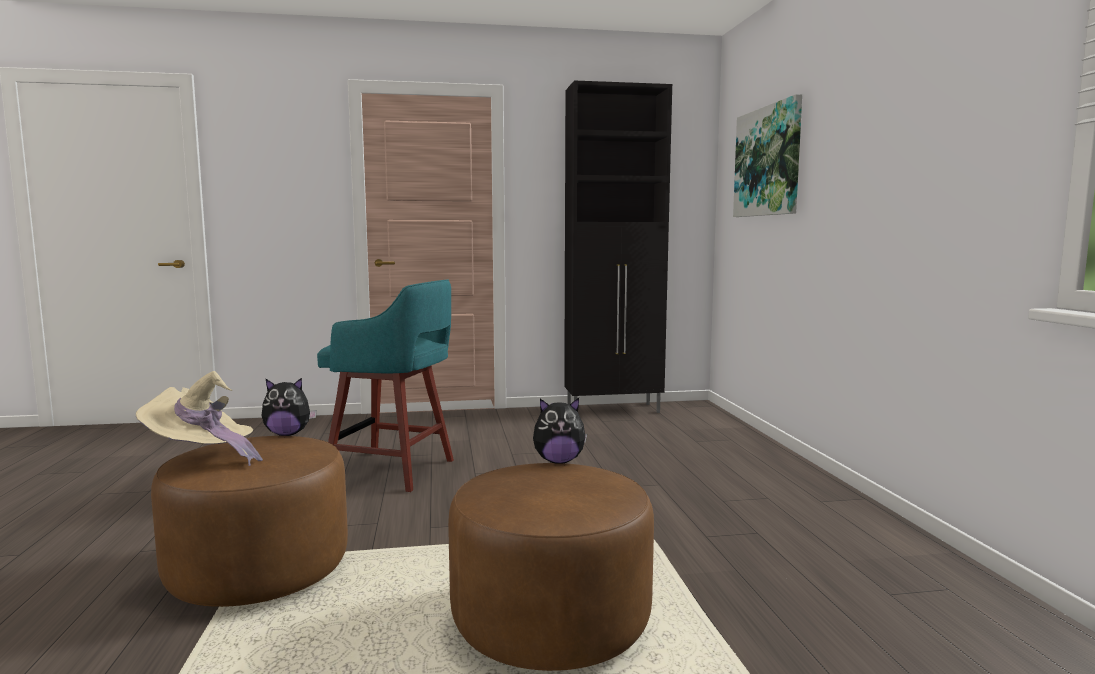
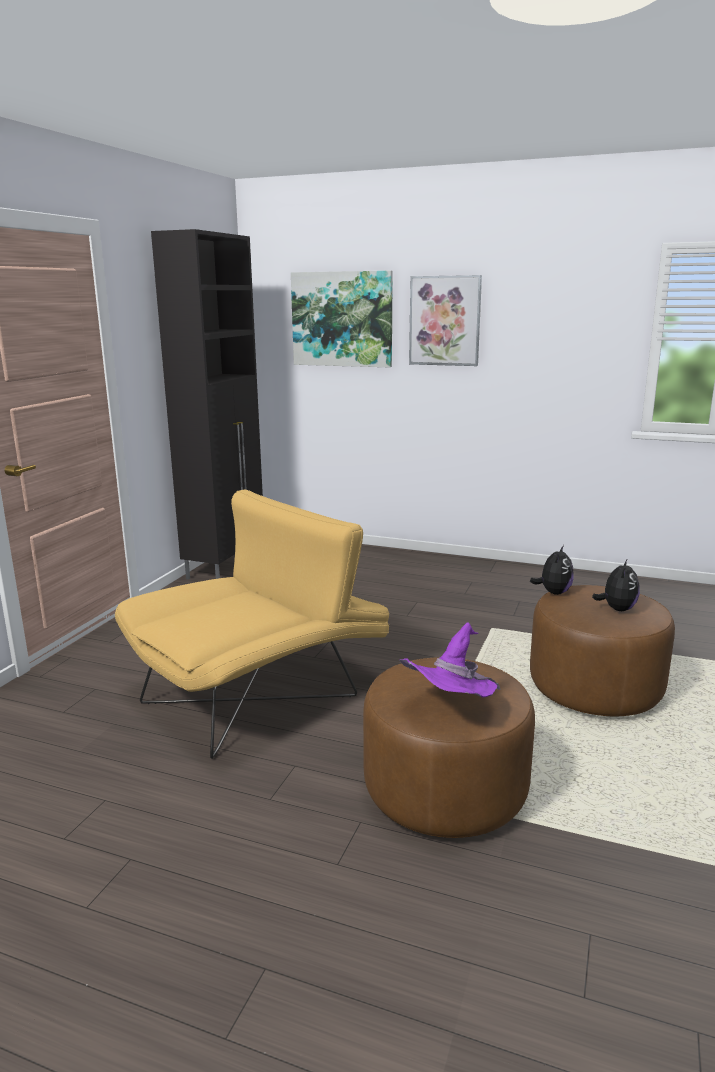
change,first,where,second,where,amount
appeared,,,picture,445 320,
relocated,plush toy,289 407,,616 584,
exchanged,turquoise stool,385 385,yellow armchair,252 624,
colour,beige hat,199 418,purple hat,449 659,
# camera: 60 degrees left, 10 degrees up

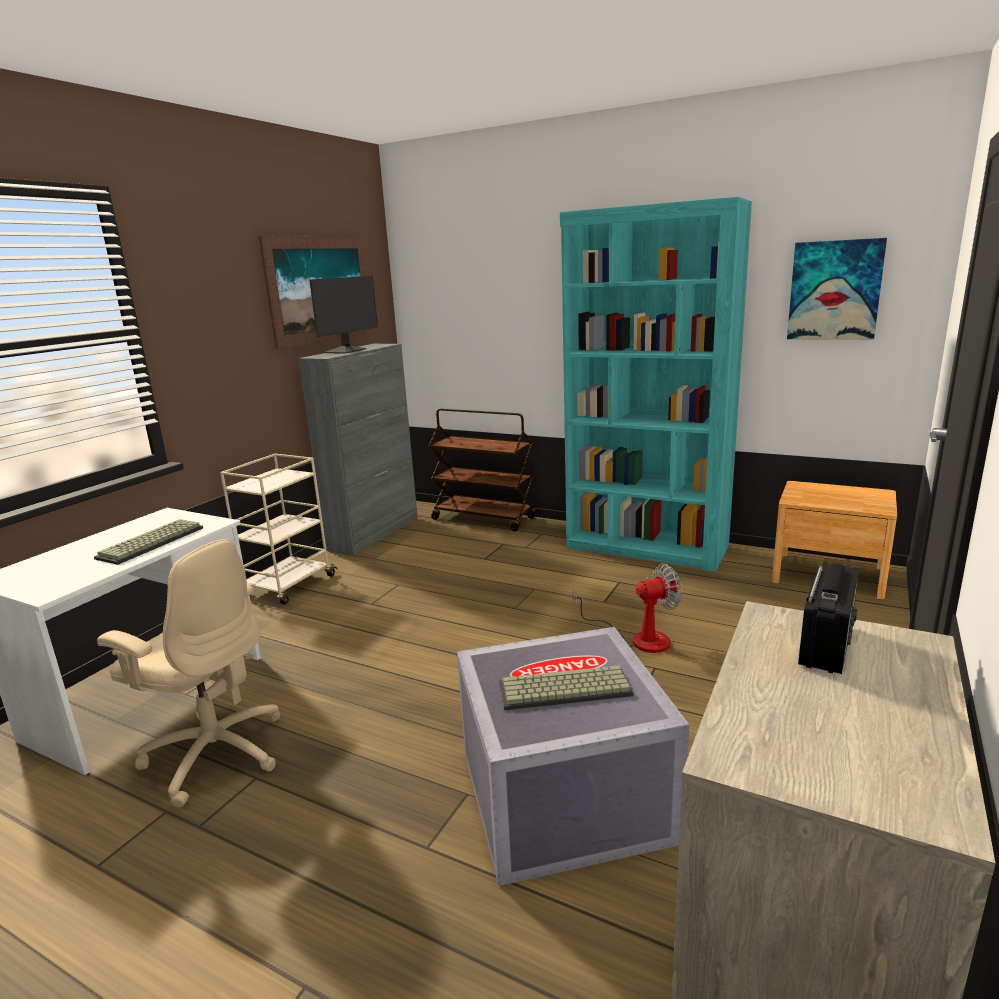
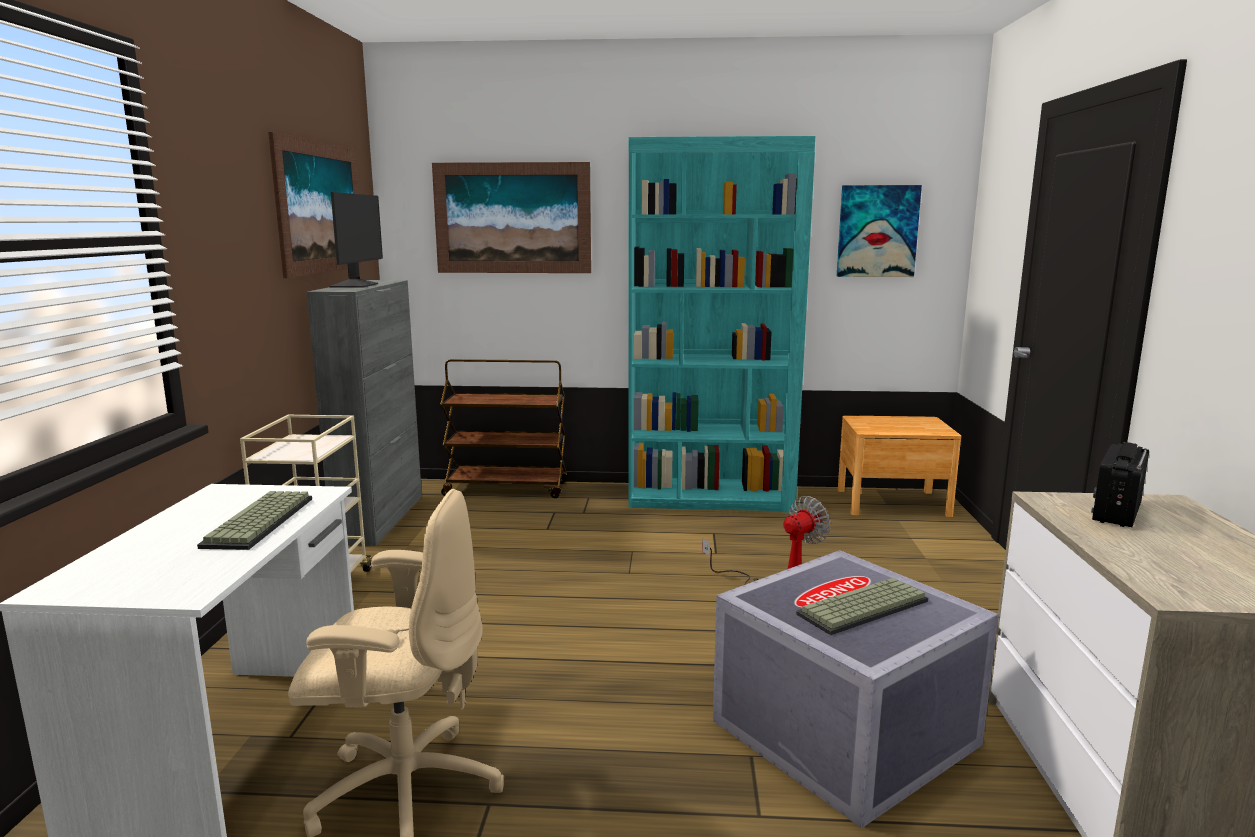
change,first,where,second,where,amount
appeared,,,picture,511 217,
spun,radio,828 618,,1120 484,150 degrees counterclockwise
# camera: 25 degrees left, 5 degrees down

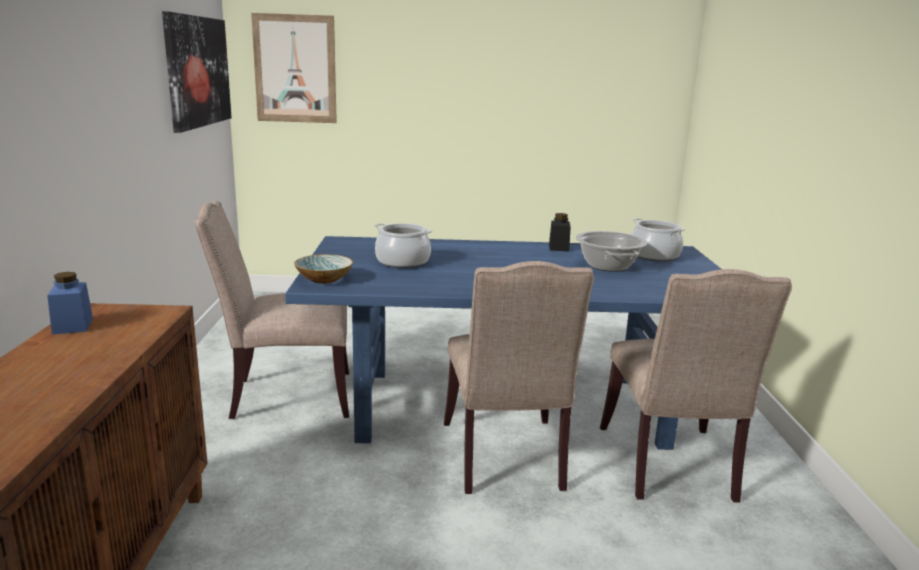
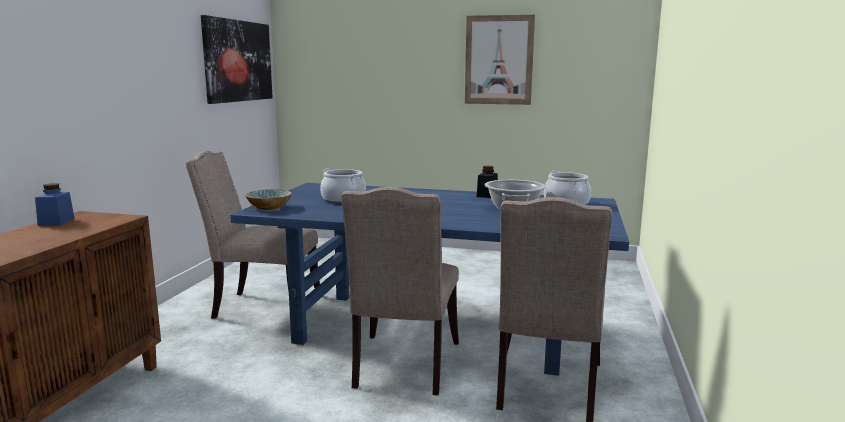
change,first,where,second,where,amount
relocated,picture,294 68,,500 60,
# camera: 15 degrees right, 5 degrees down

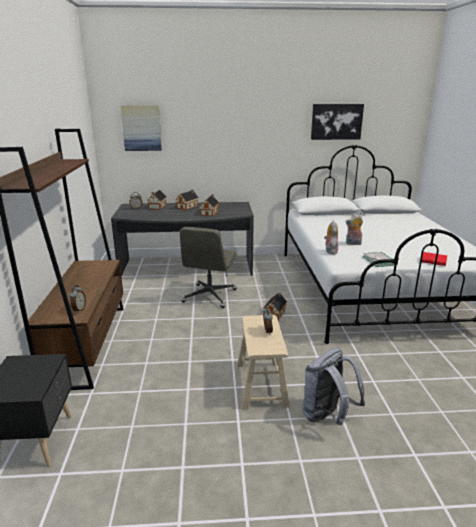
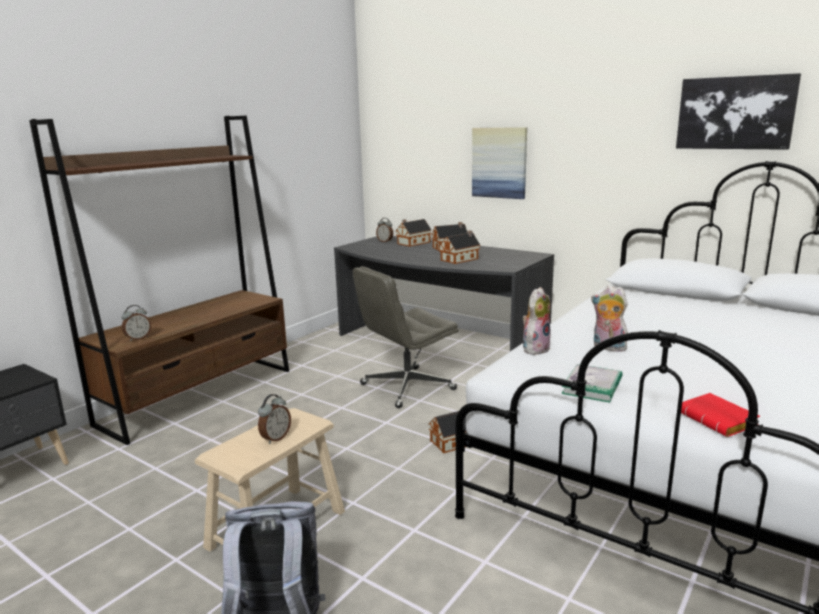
change,first,where,second,where,amount
relocated,picture,141 128,,499 163,
# camera: 40 degrees right, 5 degrees down

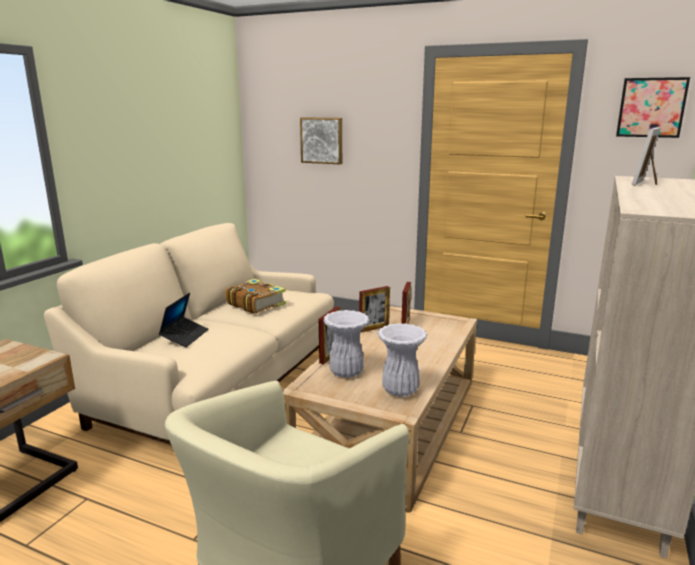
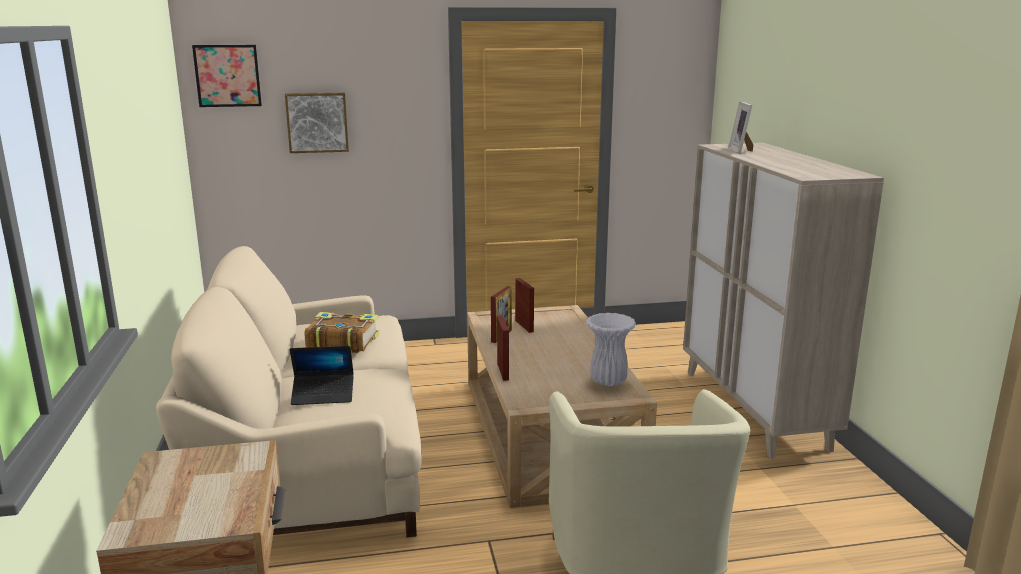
change,first,where,second,where,amount
missing,white vase,346 344,,,
relocated,picture,653 107,,227 76,
spun,laptop,183 320,,322 375,105 degrees clockwise
# camera: 35 degrees left, 0 degrees up

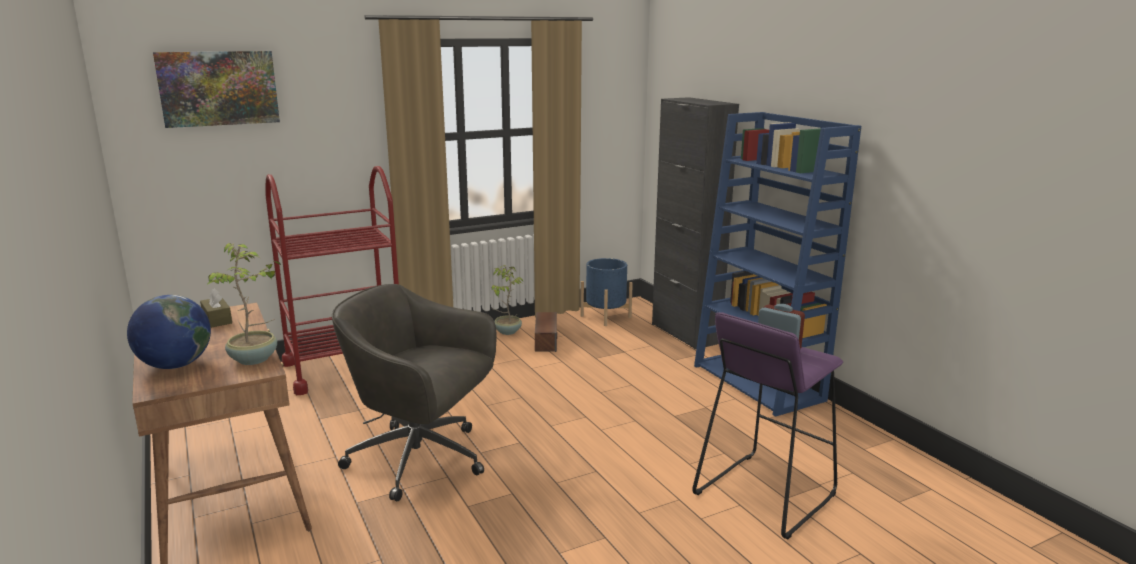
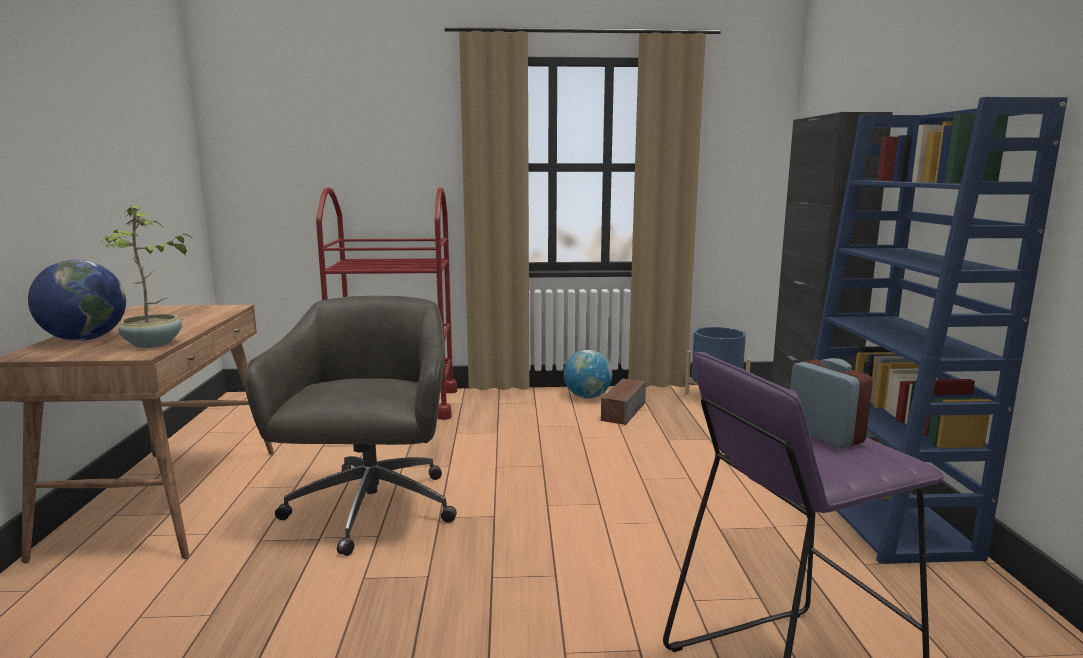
change,first,where,second,where,amount
missing,picture,216 89,,,
missing,brown tissue box,216 308,,,
exchanged,potted plant,508 300,globe,588 374,
spun,grey office chair,414 392,,350 426,45 degrees clockwise
# camera: 25 degrees right, 5 degrees down

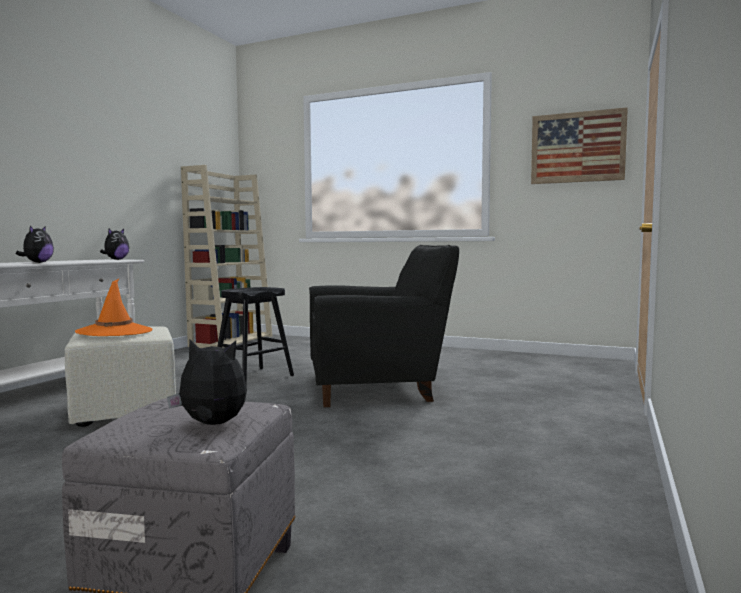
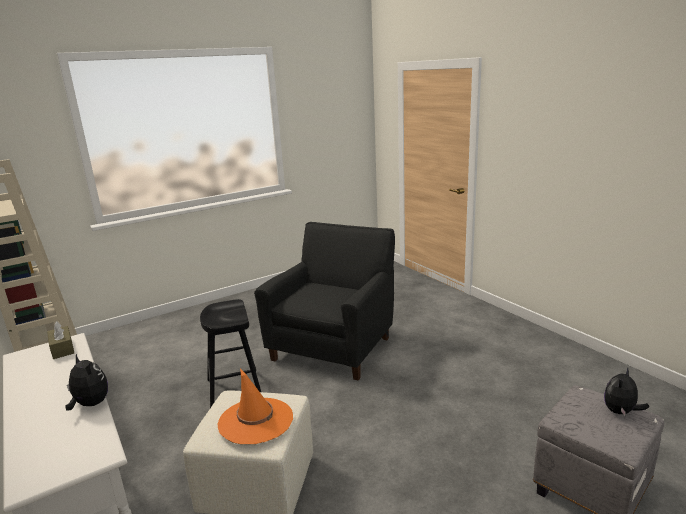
change,first,where,second,where,amount
missing,picture,579 145,,,
exchanged,plush toy,114 244,brown tissue box,60 340,
# camera: 55 degrees left, 15 degrees up

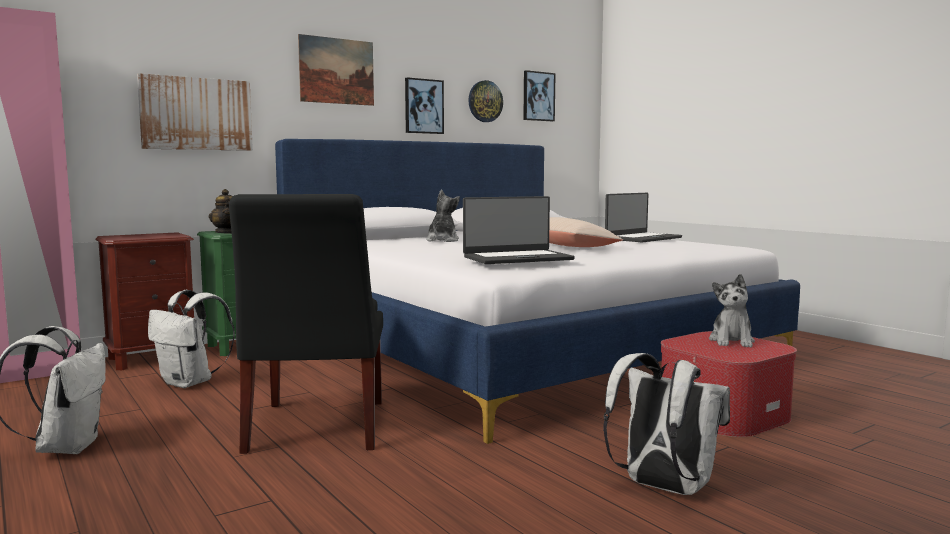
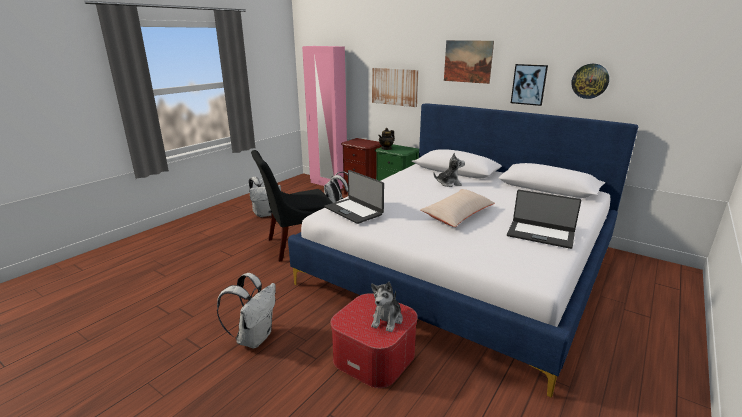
change,first,where,second,where,amount
missing,picture,539 95,,,
spun,plush toy,732 310,,387 307,60 degrees counterclockwise
# camera: 70 degrees right, 15 degrees up

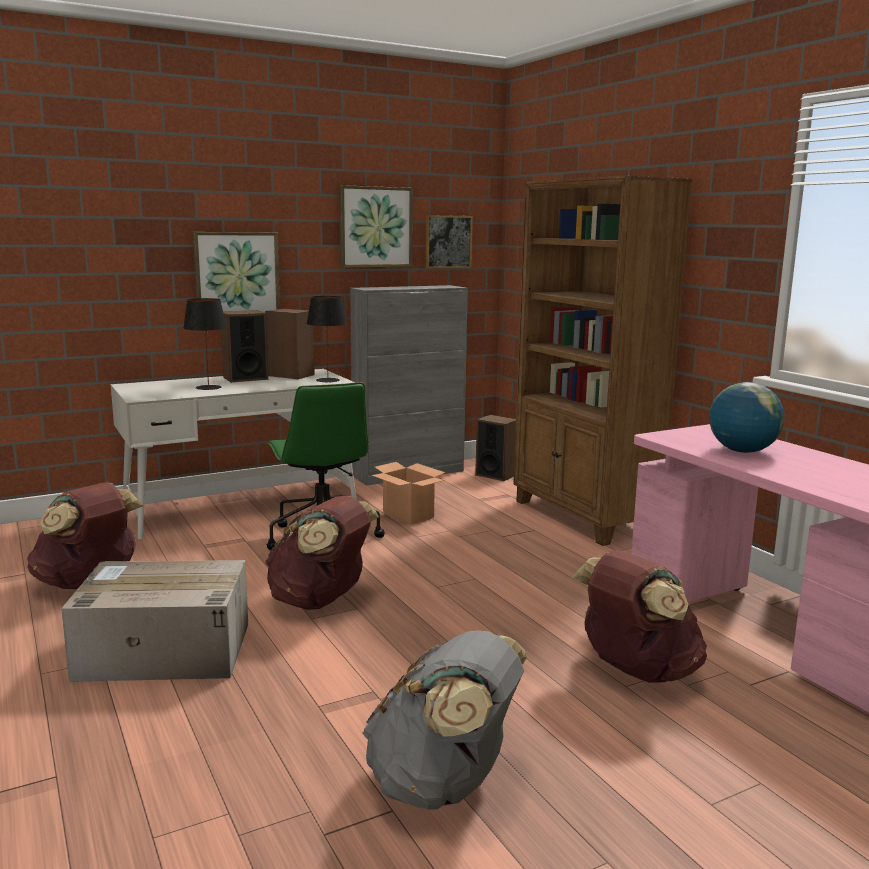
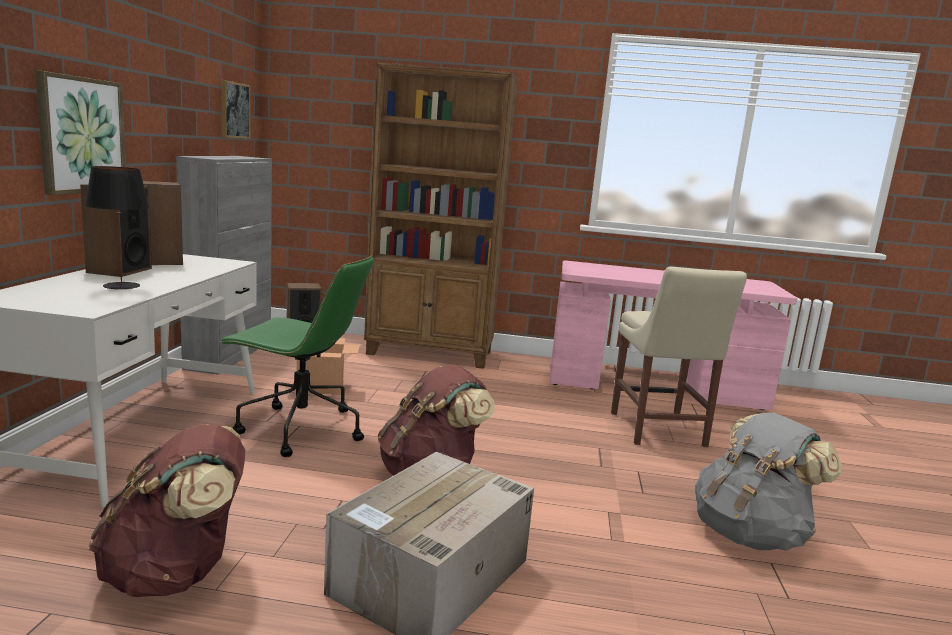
change,first,where,second,where,amount
missing,black table lamp,326 339,,,
missing,picture,376 226,,,
missing,globe,747 417,,,
exchanged,brown backpack,639 617,beige chair,679 356,
# camera: 55 degrees left, 0 degrees up

